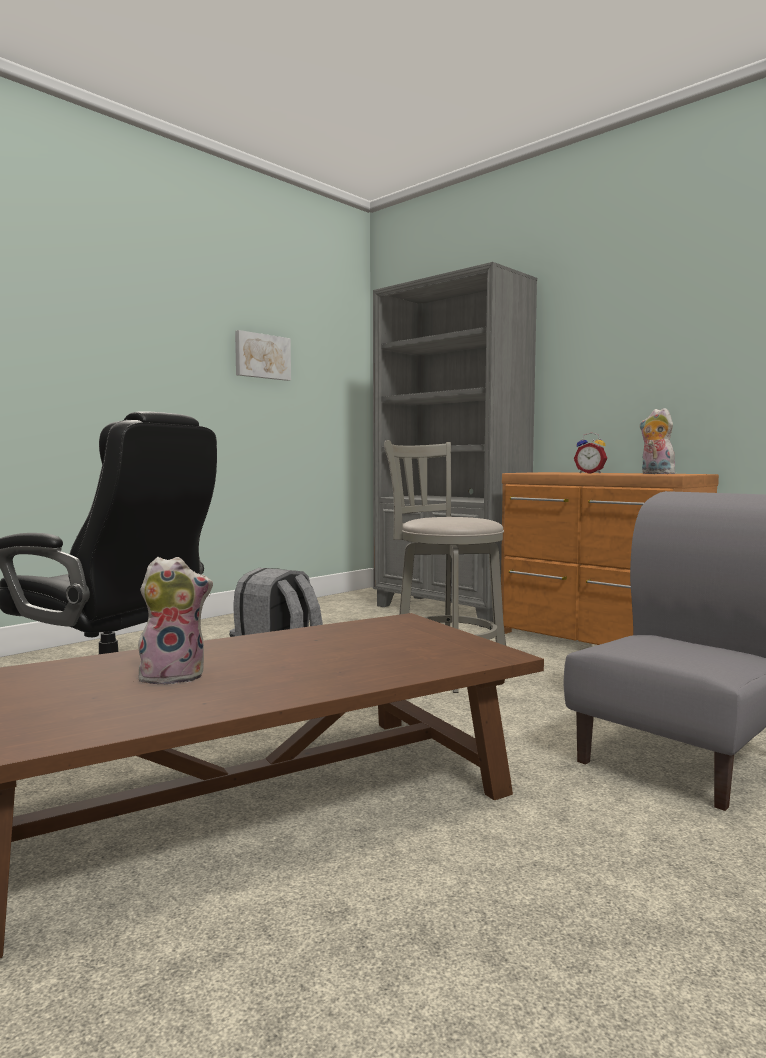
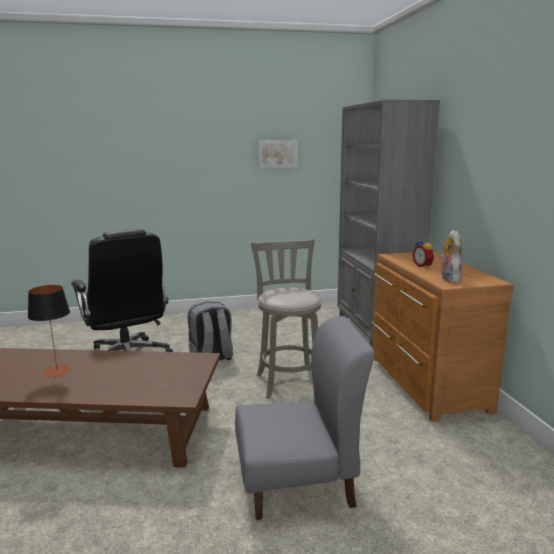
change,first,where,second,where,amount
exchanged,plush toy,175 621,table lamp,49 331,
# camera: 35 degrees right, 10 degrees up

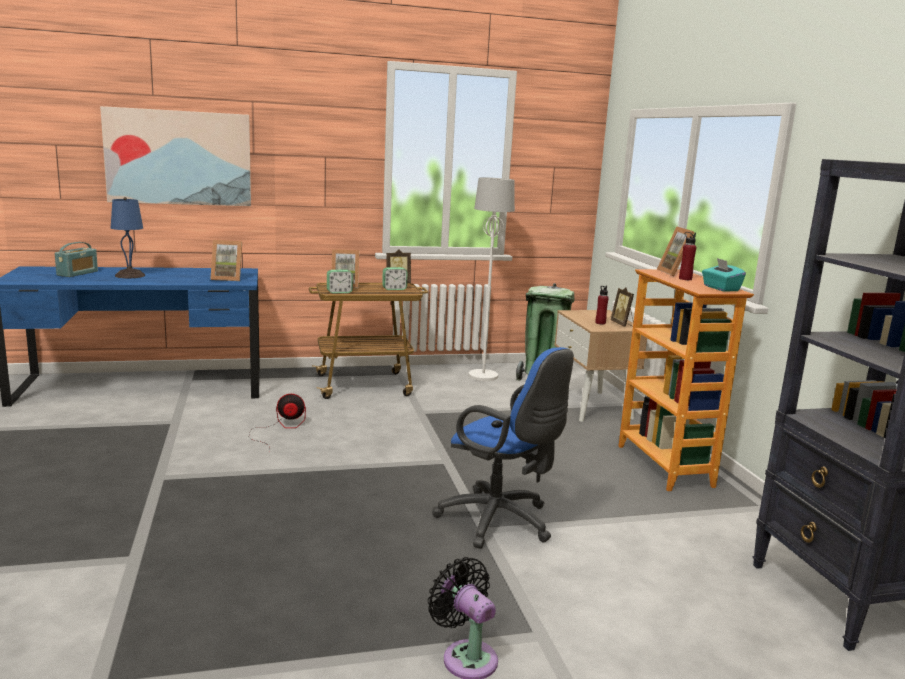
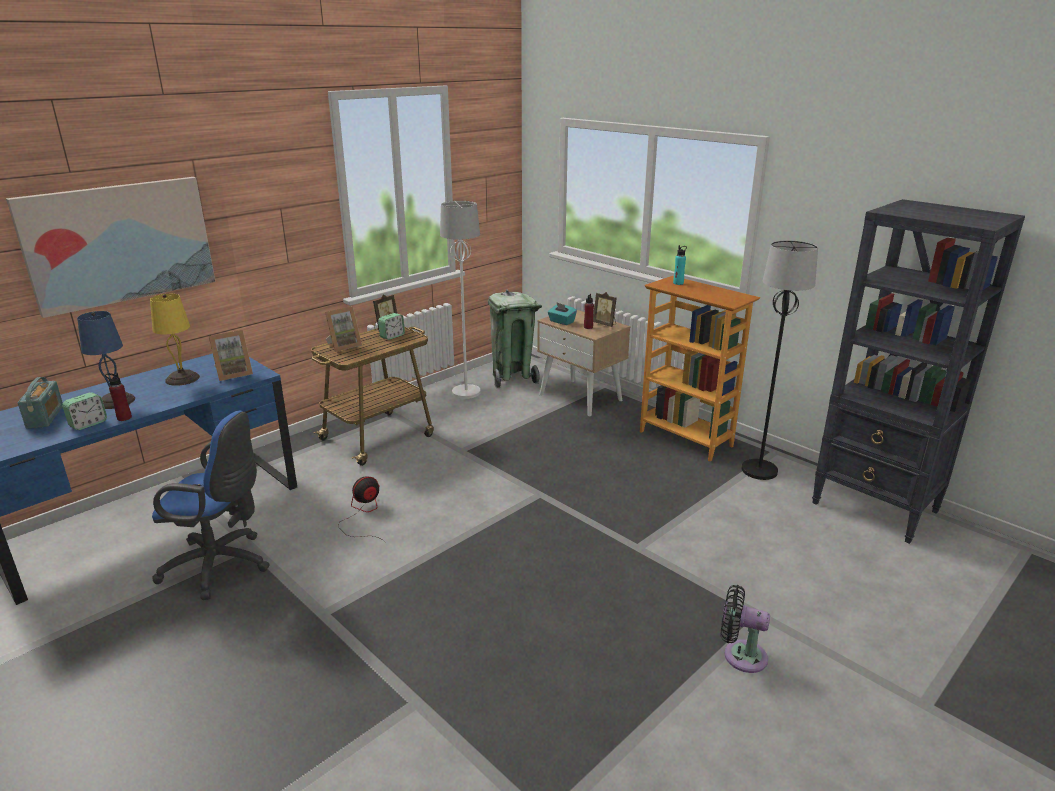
change,first,where,second,where,amount
appeared,,,yellow table lamp,175 340,
appeared,,,black floor lamp,780 360,
relocated,alarm clock,340 282,,84 411,
relocated,blue office chair,503 448,,211 505,
relocated,red bottle,687 256,,118 397,
relocated,turquoise tissue box,724 275,,562 313,
exchanged,picture frame,676 251,turquoise bottle,680 265,
# camera: 30 degrees left, 10 degrees up

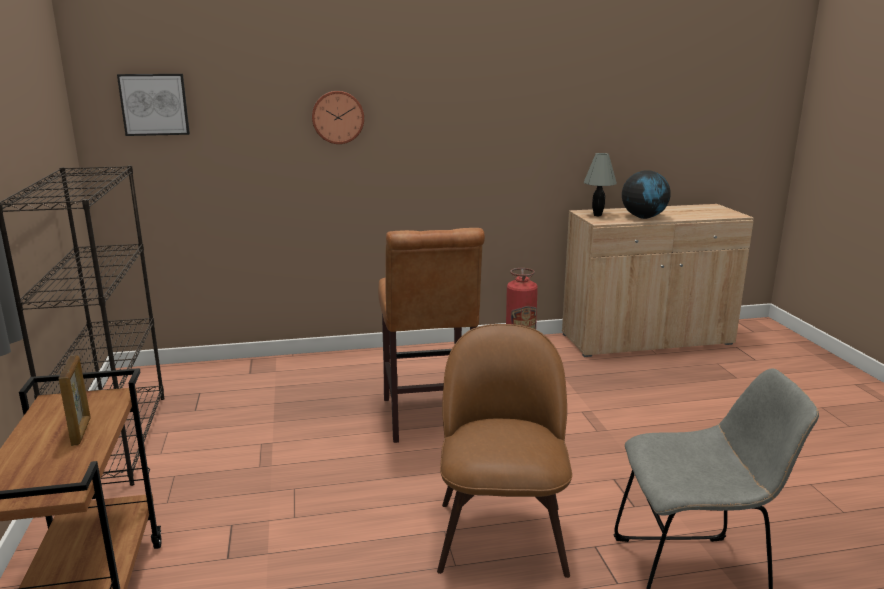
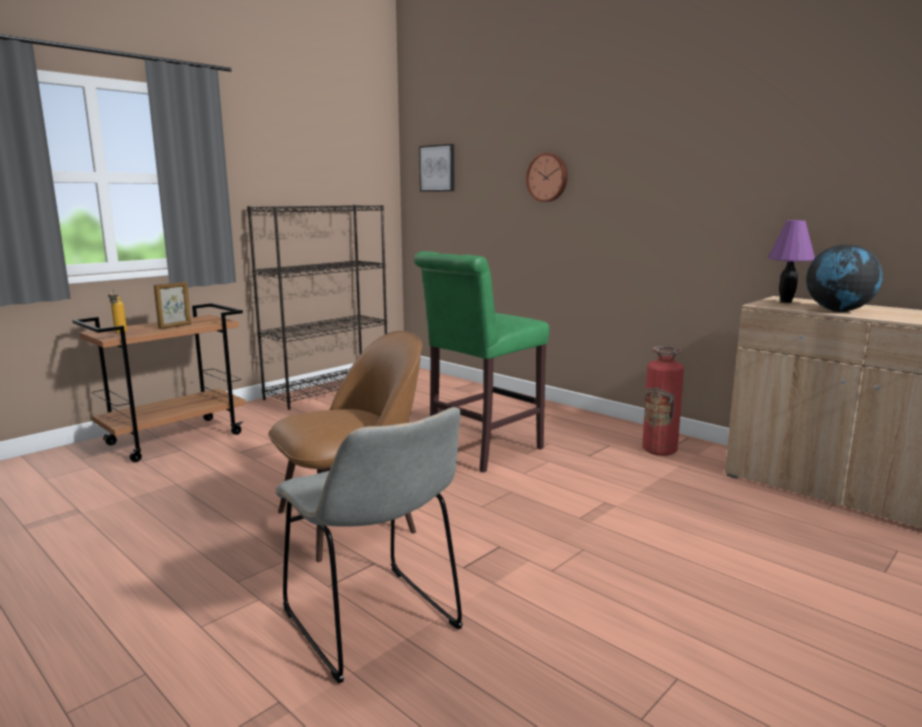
change,first,where,second,where,amount
appeared,,,bottle,117 311,
colour,brown stool,431 335,green stool,481 362,
colour,grey table lamp,600 184,purple table lamp,791 261,
# camera: 55 degrees right, 5 degrees down

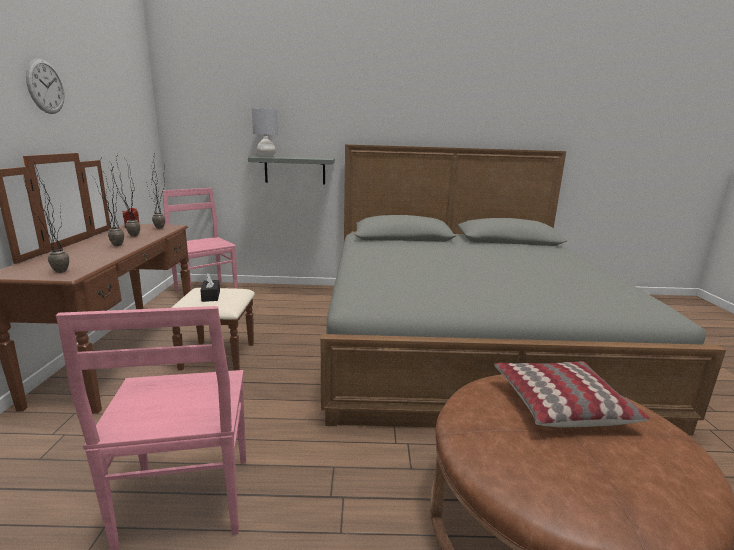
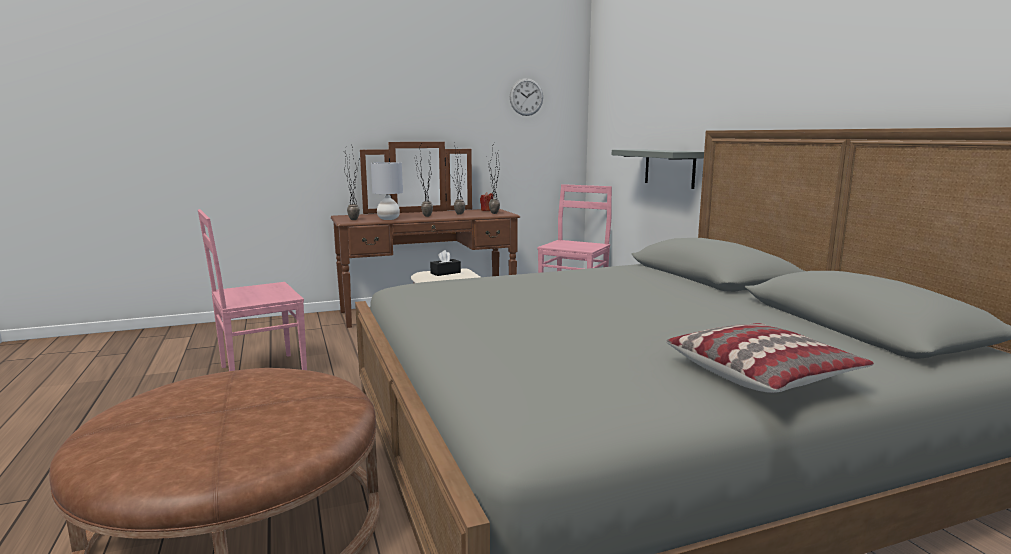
change,first,where,second,where,amount
relocated,wall clock,45 86,,526 97,
relocated,grey table lamp,265 132,,387 191,
relocated,pillow,572 394,,770 358,
# camera: 70 degrees right, 5 degrees down

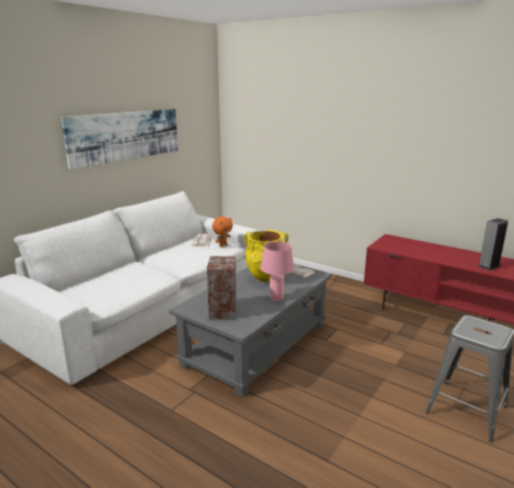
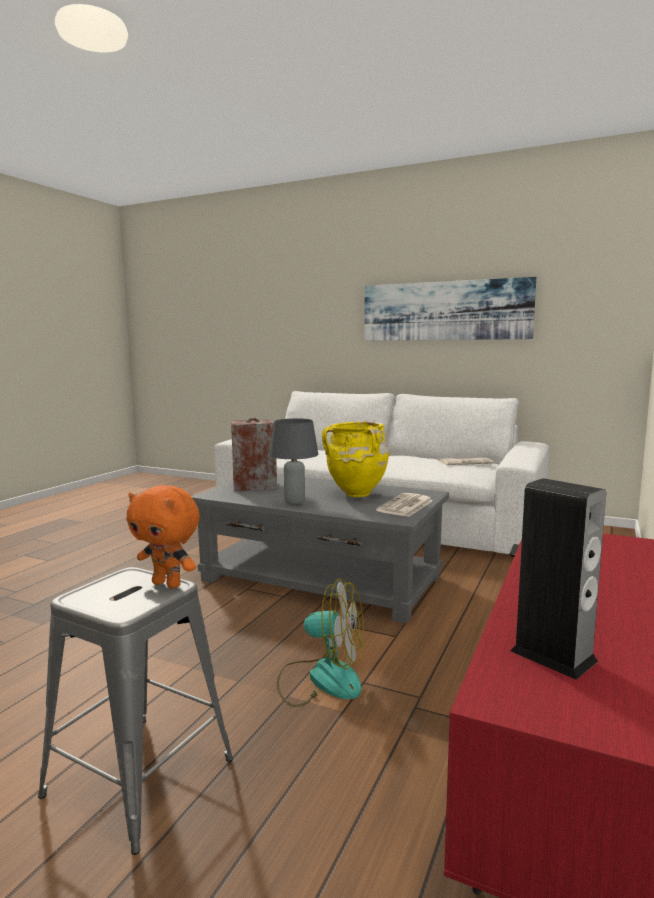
change,first,where,second,where,amount
appeared,,,fan,320 642,
relocated,orange plush toy,222 231,,163 536,
colour,pink table lamp,277 271,grey table lamp,293 461,
# camera: 80 degrees right, 10 degrees down

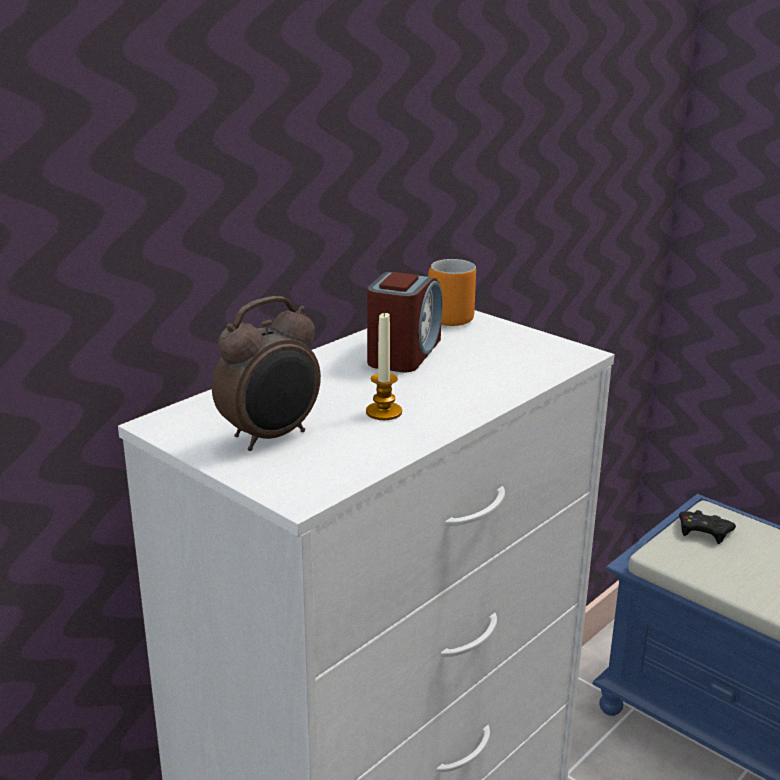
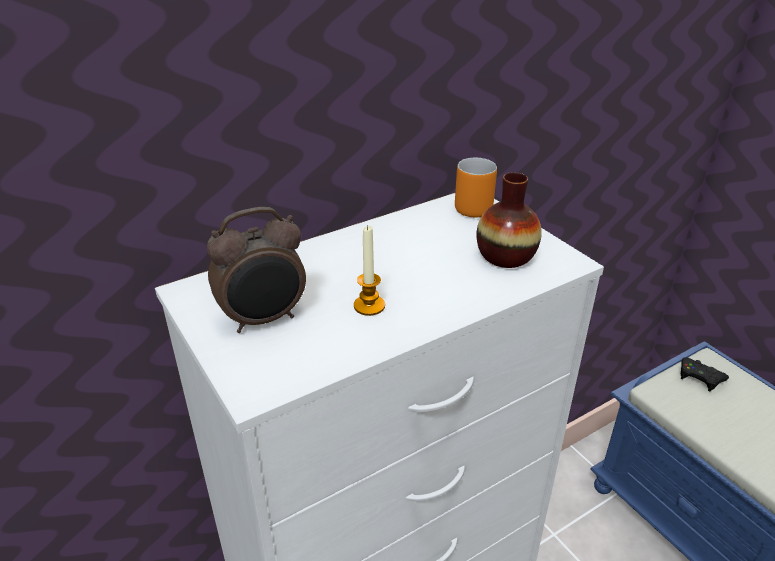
change,first,where,second,where,amount
missing,alarm clock,405 322,,,
appeared,,,vase,509 220,
# camera: 15 degrees right, 10 degrees up

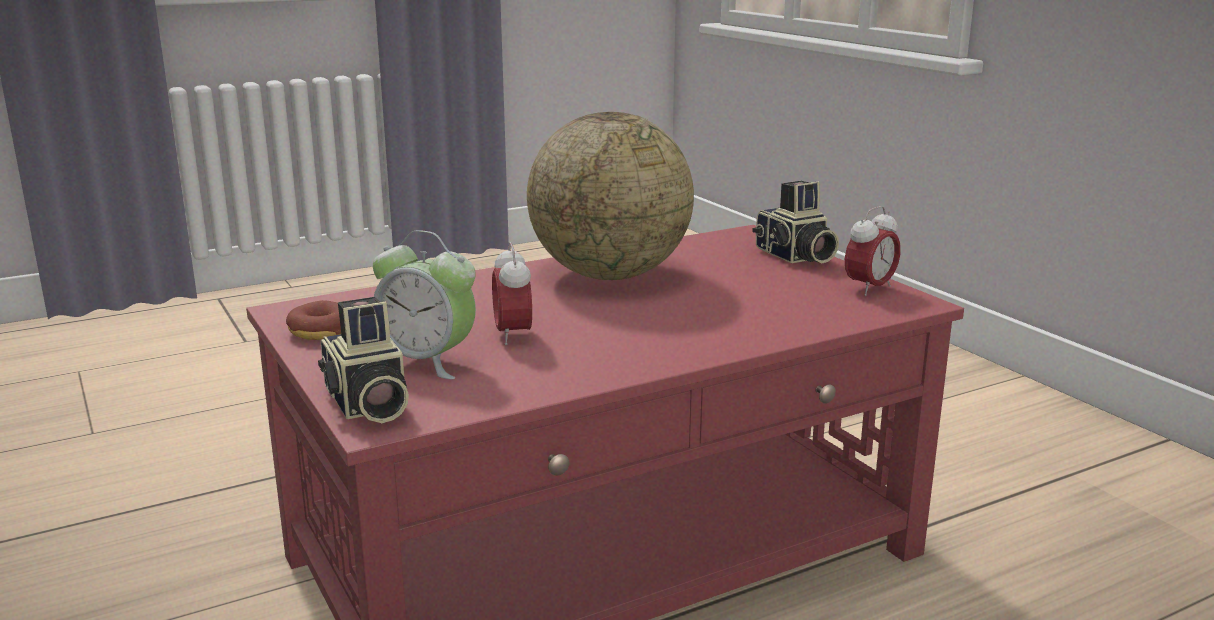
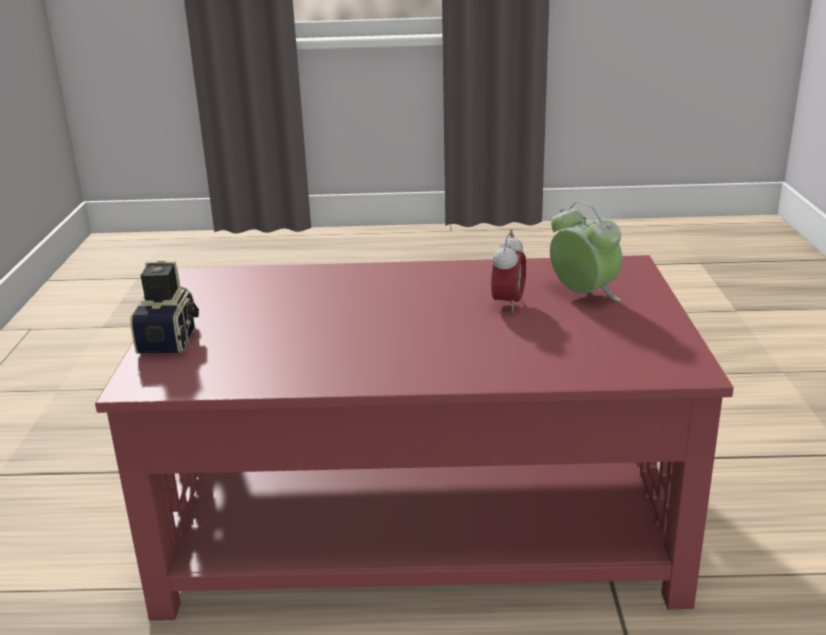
change,first,where,second,where,amount
missing,donut,313 320,,,
missing,photo camera,363 360,,,
missing,globe,610 196,,,
missing,alarm clock,873 251,,,
# camera: 150 degrees left, 5 degrees up

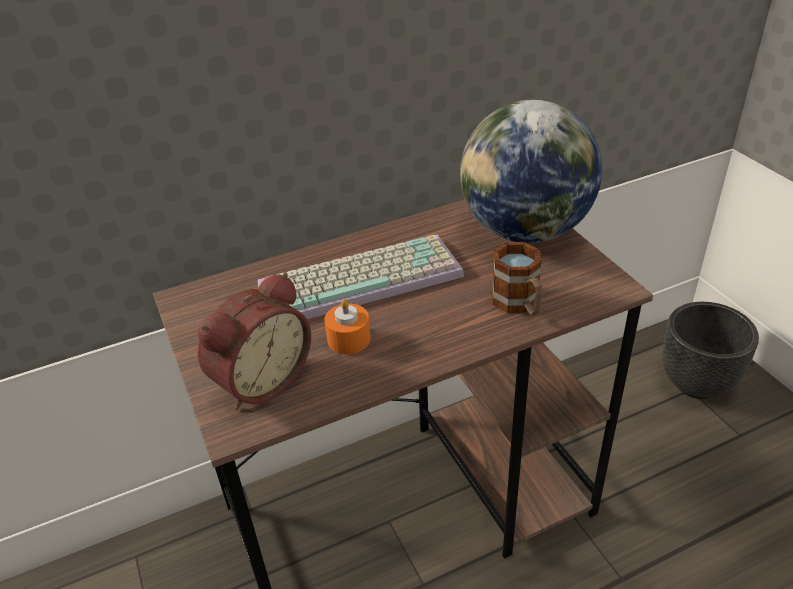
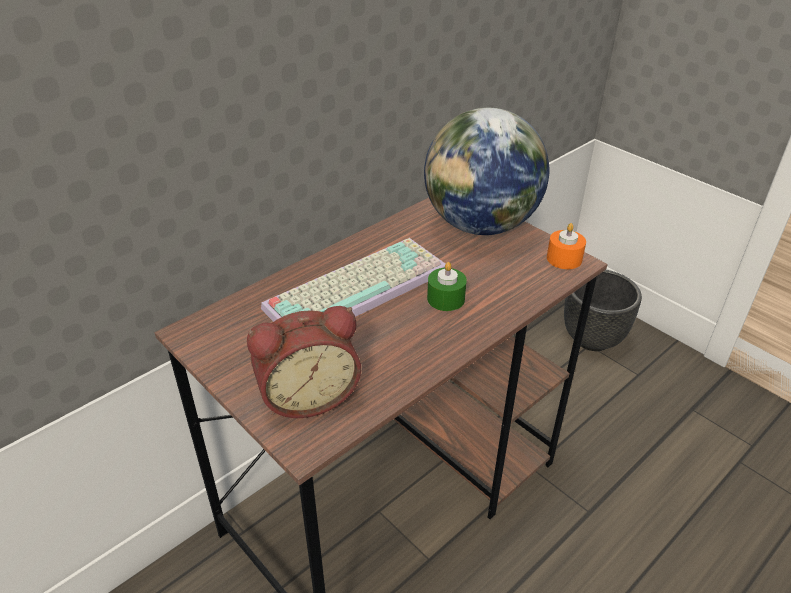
change,first,where,second,where,amount
missing,mug,517 278,,,
appeared,,,green candle,447 286,
relocated,orange candle,347 326,,566 246,
spun,alarm clock,254 341,,304 362,45 degrees clockwise
# camera: 20 degrees left, 0 degrees up

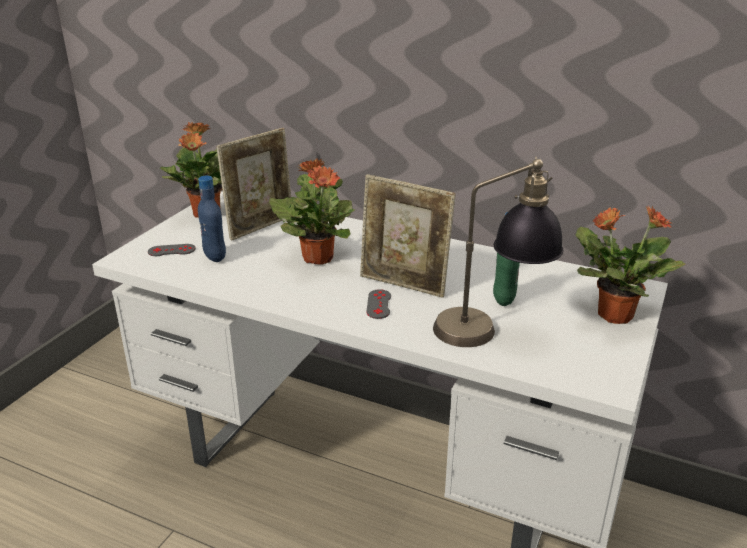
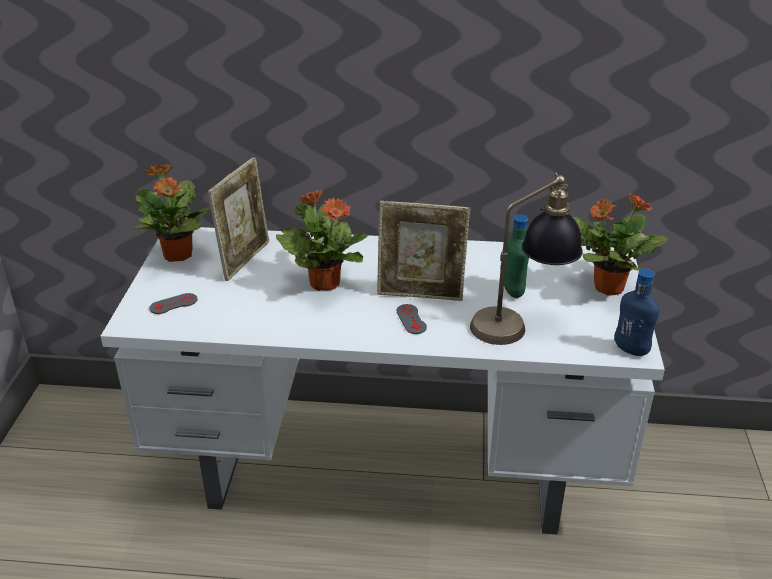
change,first,where,second,where,amount
relocated,blue bottle,212 219,,636 312,
# camera: 20 degrees left, 5 degrees up

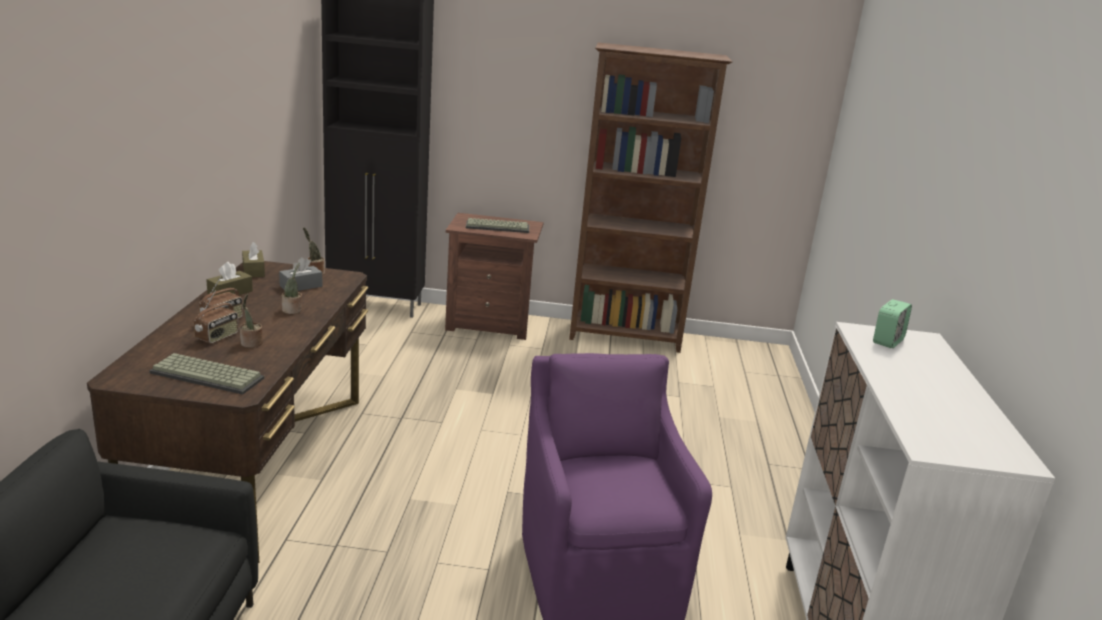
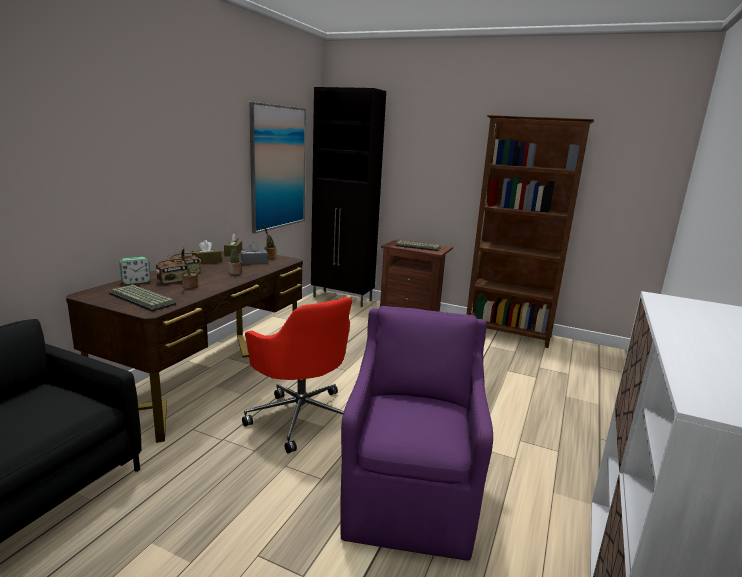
change,first,where,second,where,amount
appeared,,,red office chair,297 375,
appeared,,,picture,277 167,
relocated,alarm clock,892 323,,135 270,
# camera: 20 degrees right, 5 degrees down

